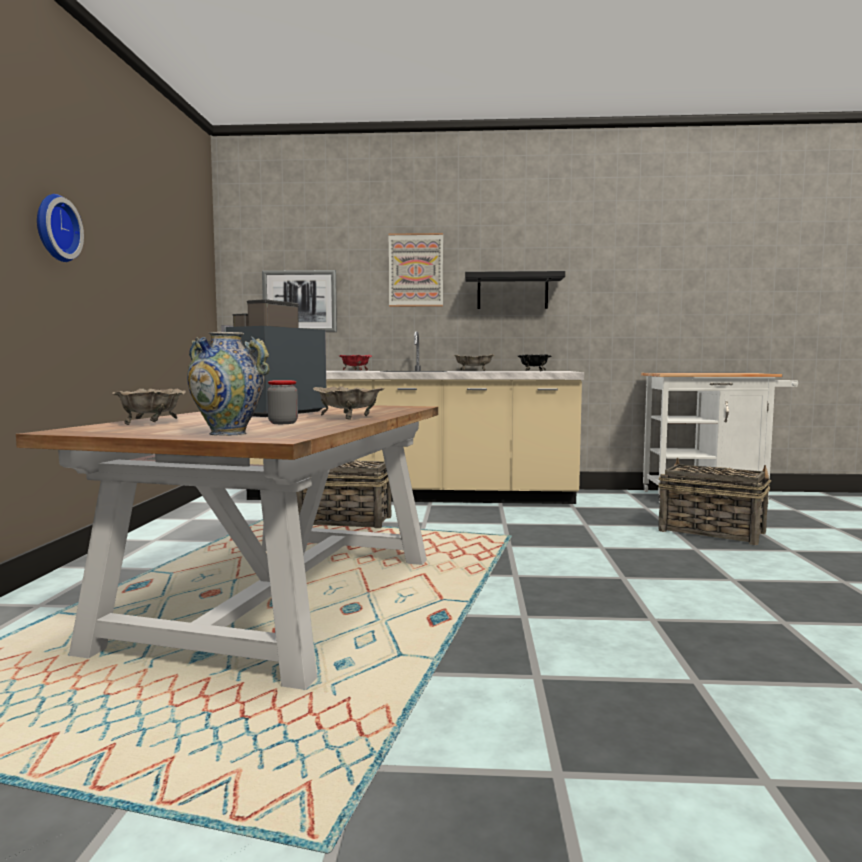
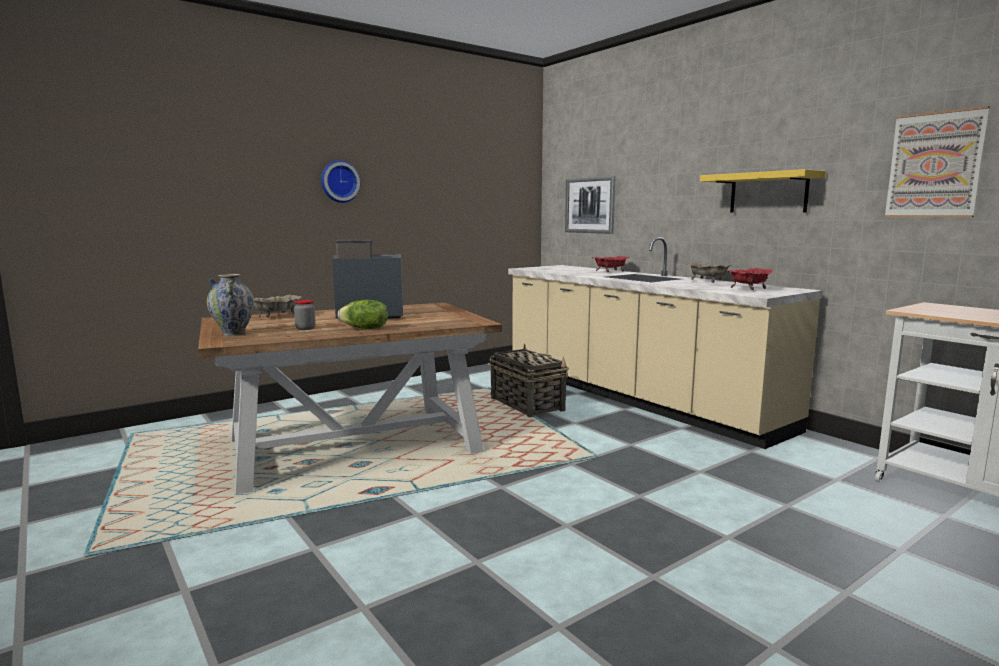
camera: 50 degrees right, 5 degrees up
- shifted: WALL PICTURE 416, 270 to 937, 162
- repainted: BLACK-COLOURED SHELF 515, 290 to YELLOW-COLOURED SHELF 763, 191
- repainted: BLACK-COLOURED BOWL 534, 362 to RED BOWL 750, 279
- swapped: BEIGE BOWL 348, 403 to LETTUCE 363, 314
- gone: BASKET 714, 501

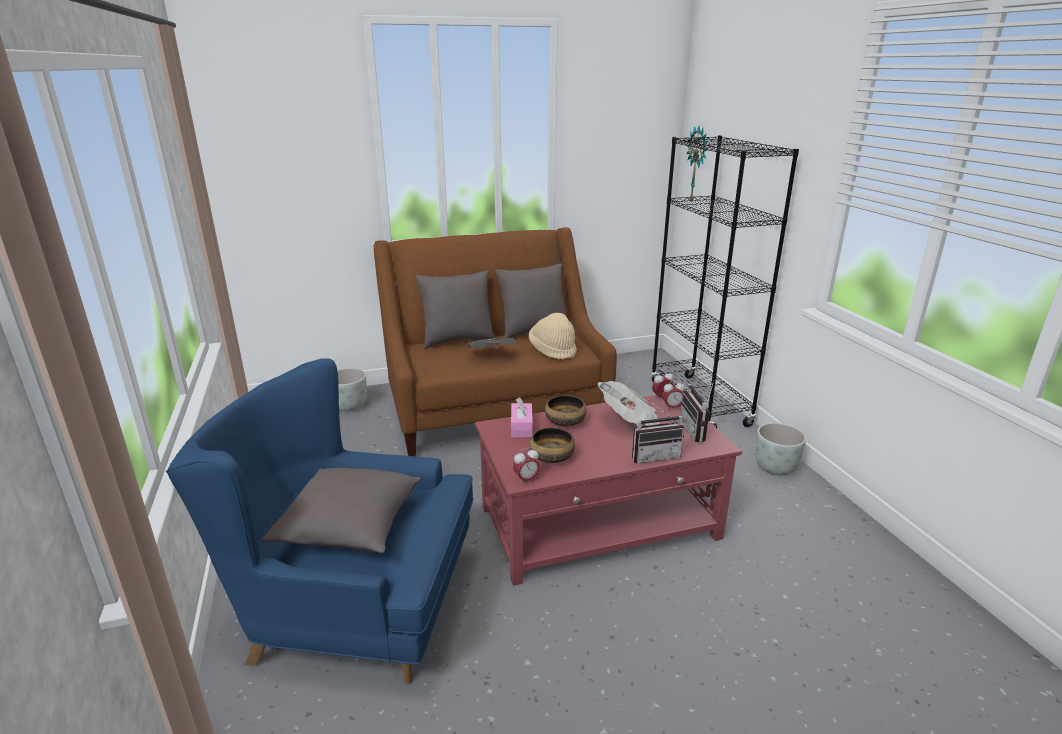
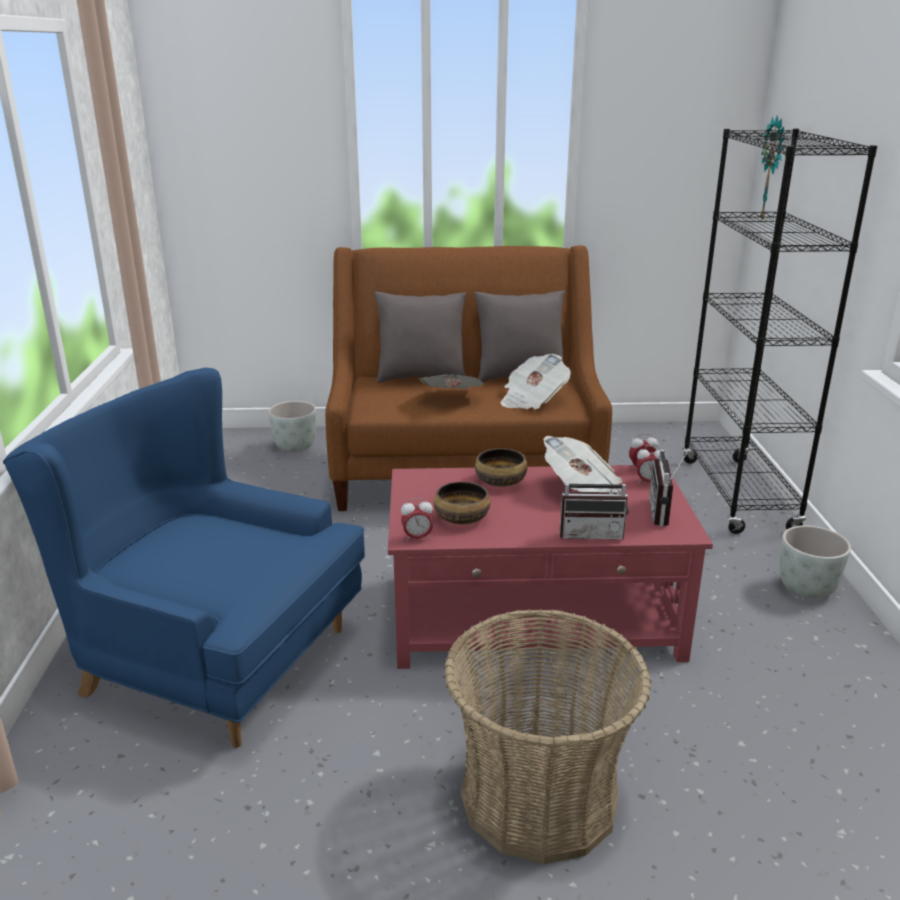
camera: 15 degrees right, 0 degrees up
- swapped: BEIGE CLOTHING HAT 553, 336 to PRINTED PAPER 535, 381
- gone: PINKISH TISSUE BOX 522, 417
- gone: GREYISH THROW PILLOW 341, 510
- new: BASKET 547, 736

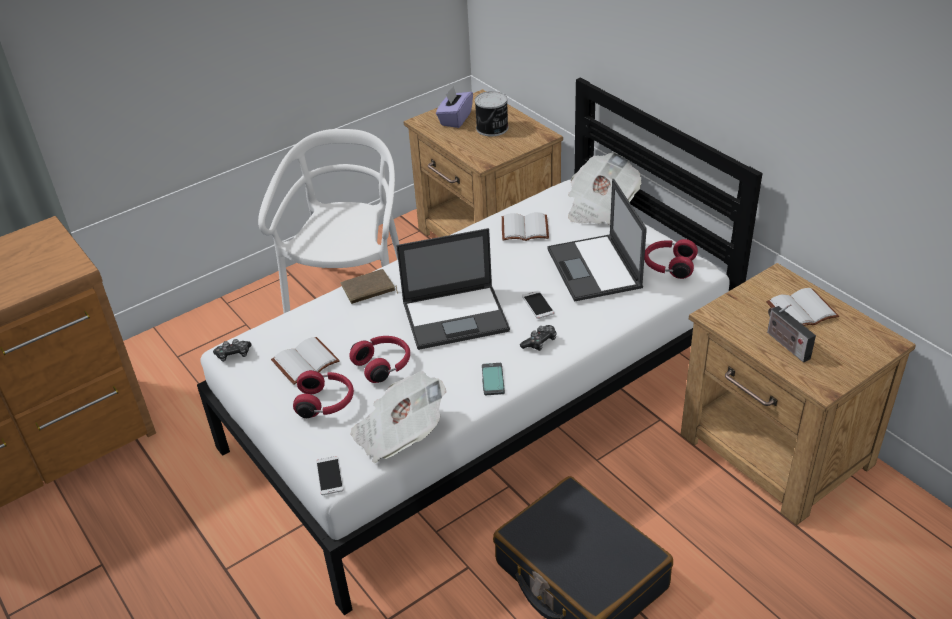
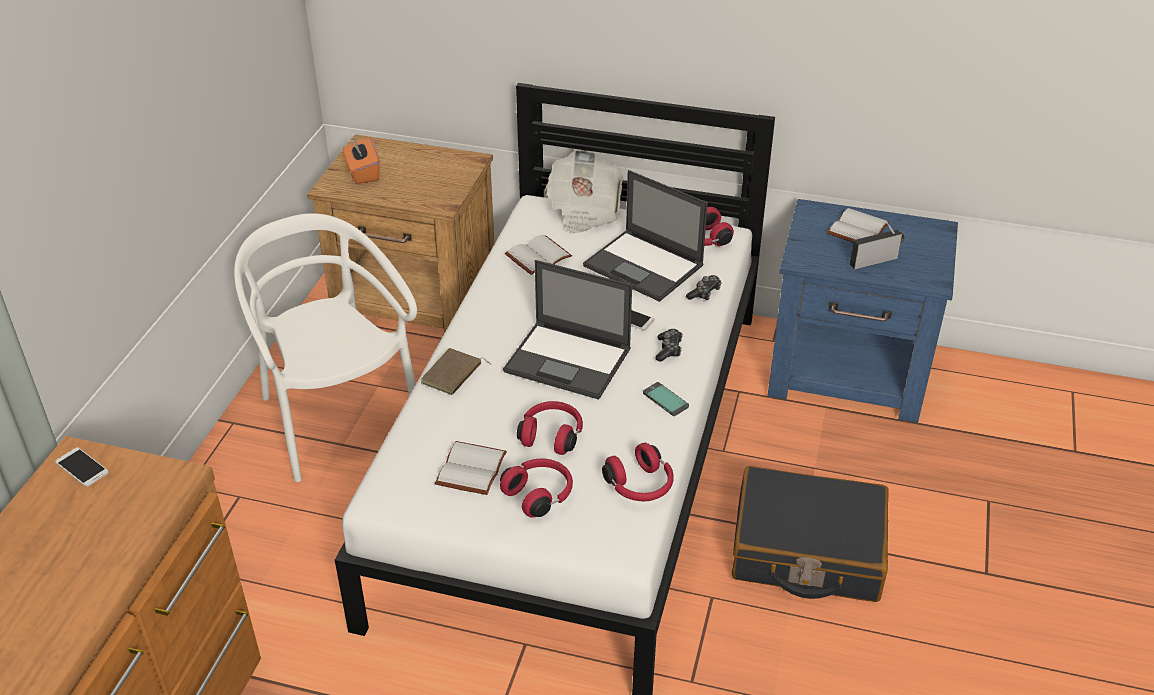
camera: 40 degrees left, 0 degrees up
- repainted: PURPLISH TISSUE BOX 454, 107 to ORANGE TISSUE BOX 361, 160
- gone: CAN 491, 113
- rotated: NOTEBOOK COMPUTER 453, 289 = 567, 330 75 degrees clockwise
- repainted: BROWNISH NIGHT TABLE 798, 394 to BLUISH NIGHT TABLE 862, 311
- rotated: RADIO SET 791, 333 = 877, 246 135 degrees clockwise
- shifted: JOYPAD 232, 350 to 704, 288
- swapped: PRINTED PAPER 398, 417 to RED HEADPHONES 638, 472
- shifted: PHONE 330, 475 to 82, 467

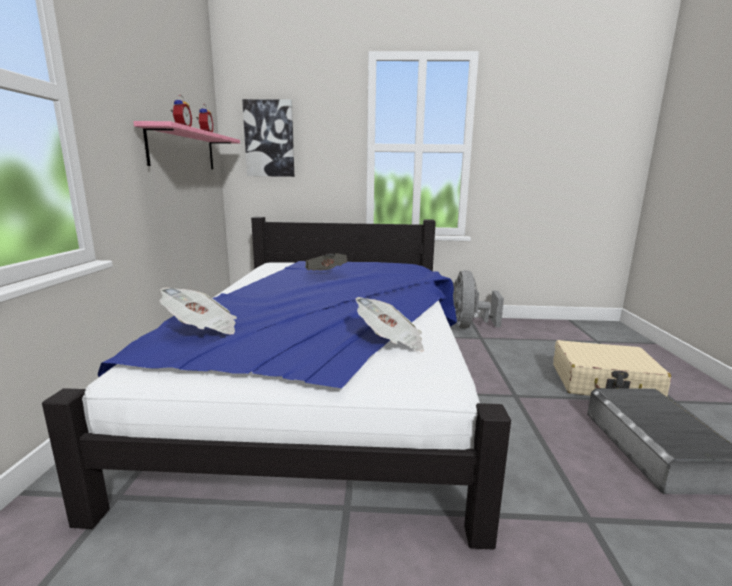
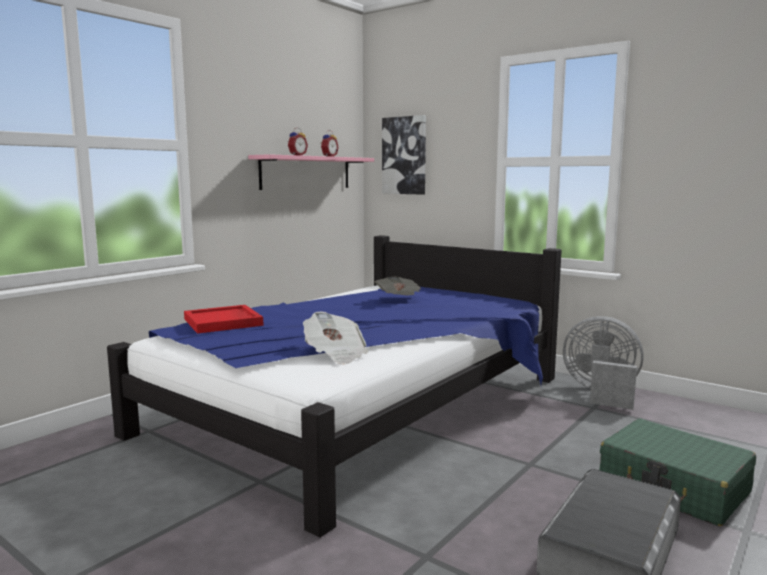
camera: 35 degrees right, 5 degrees down
- rotated: GREYISH ELECTRIC FAN 478, 299 = 603, 363 75 degrees clockwise
- swapped: PRINTED PAPER 198, 310 to RED CARRYING TRAY 224, 319
- repainted: BEIGE SUITCASE 612, 368 to GREENISH SUITCASE 677, 472

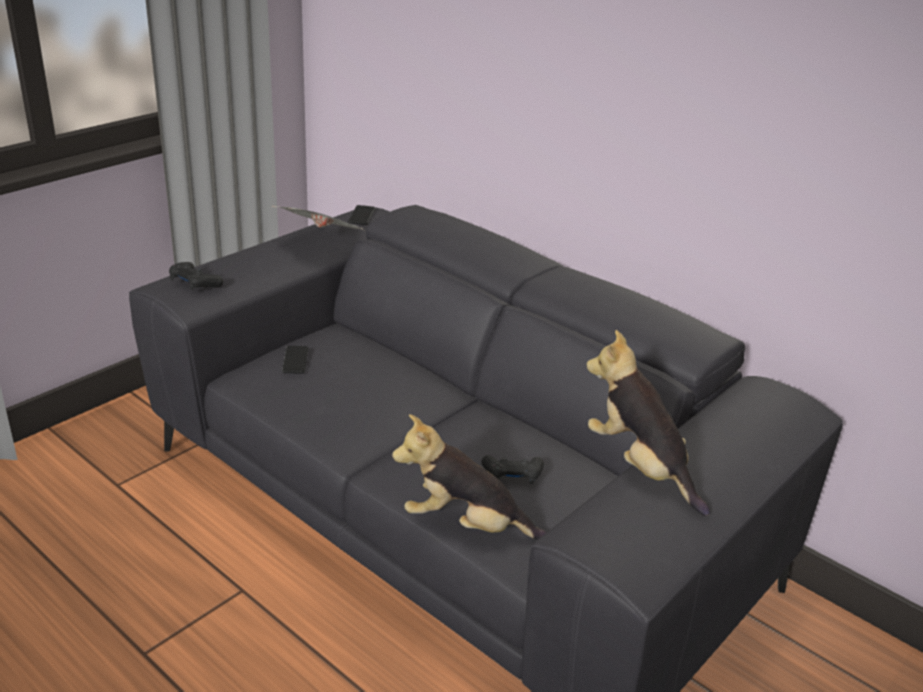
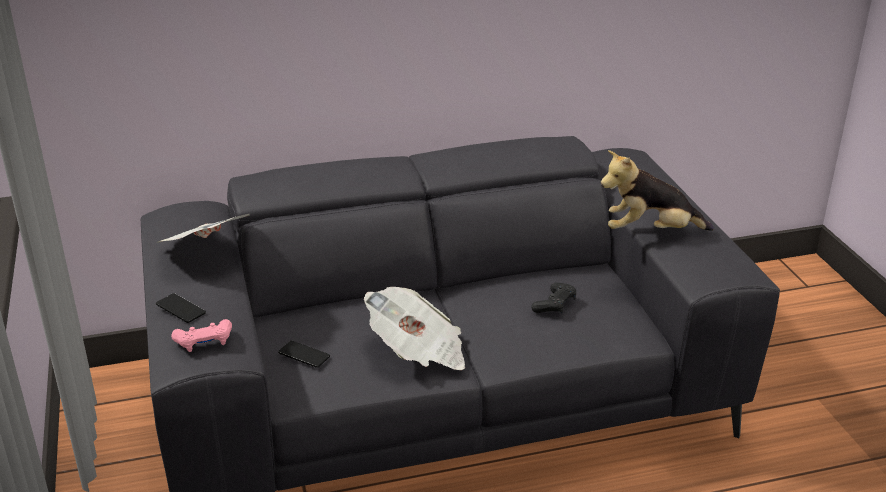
camera: 55 degrees left, 0 degrees up
- shifted: PHONE 361, 215 to 181, 308
- repainted: BLACK-COLOURED JOYPAD 196, 276 to PINKISH JOYPAD 201, 335
- gone: PLUSH TOY 469, 477
- new: PRINTED PAPER 414, 328

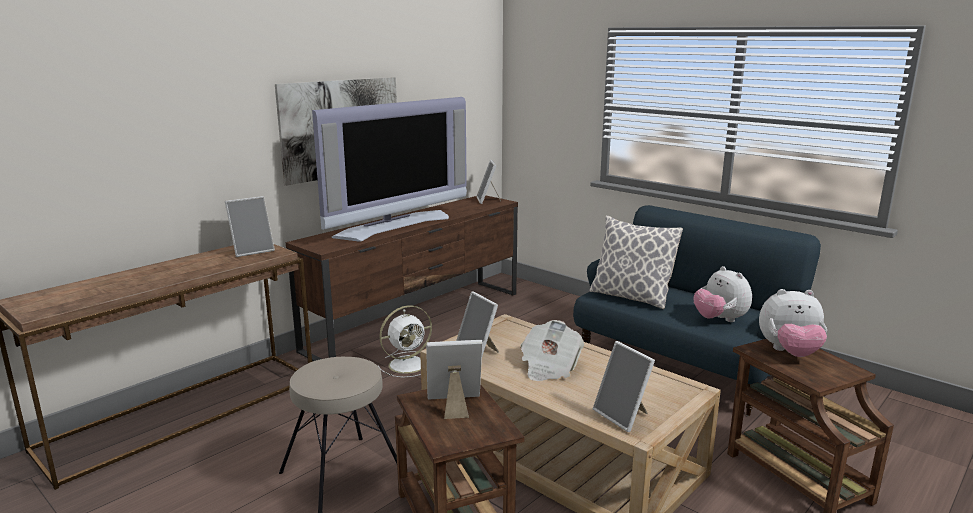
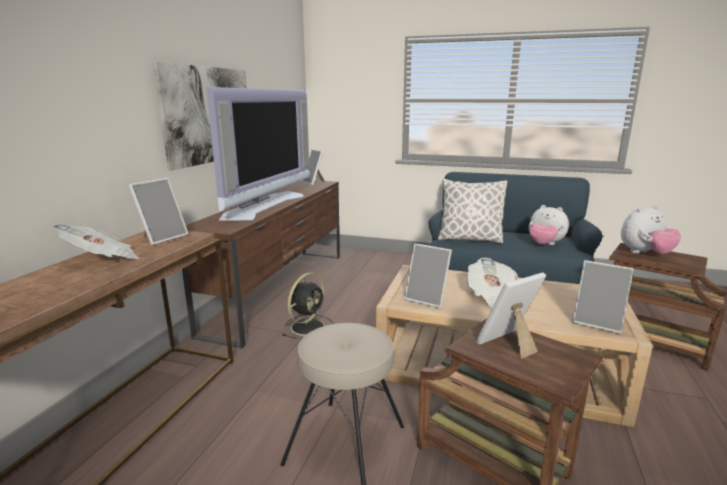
camera: 25 degrees left, 0 degrees up
- repainted: WHITE ELECTRIC FAN 405, 341 to BLACK-COLOURED ELECTRIC FAN 307, 306
- new: PRINTED PAPER 95, 241

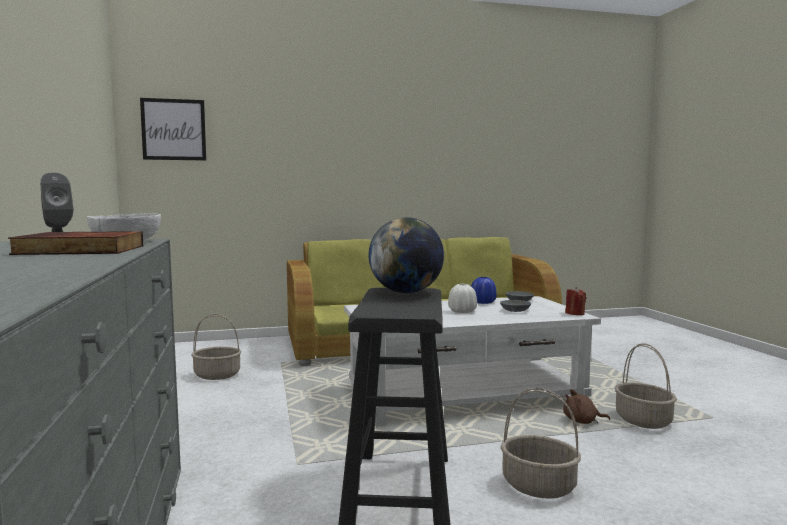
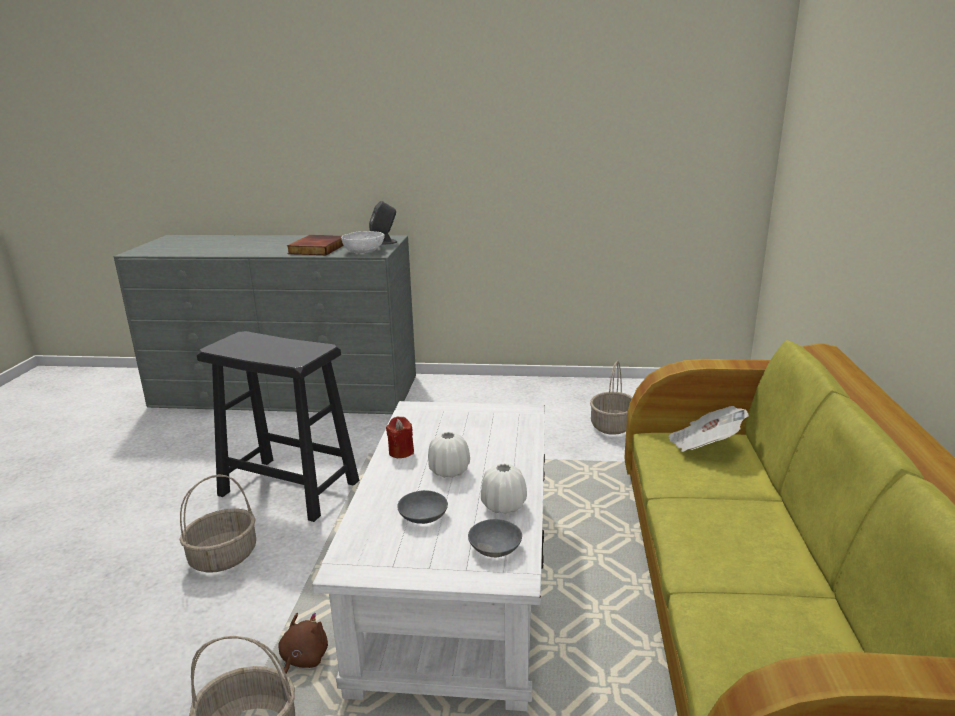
camera: 110 degrees right, 15 degrees up
- gone: WALL PICTURE 173, 129
- gone: GLOBE 406, 255
- repainted: BLUISH FLOWER VASE 484, 290 to WHITE FLOWER VASE 504, 488
- shifted: RED WAX CANDLE 575, 301 to 400, 437
- new: PRINTED PAPER 708, 429

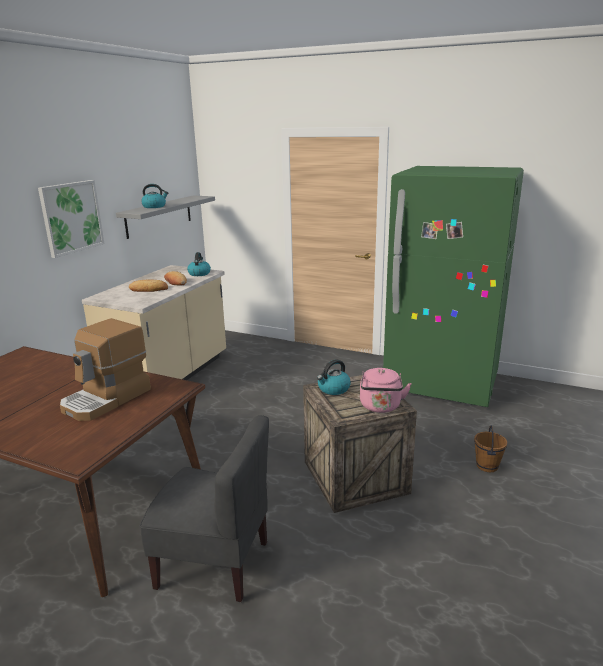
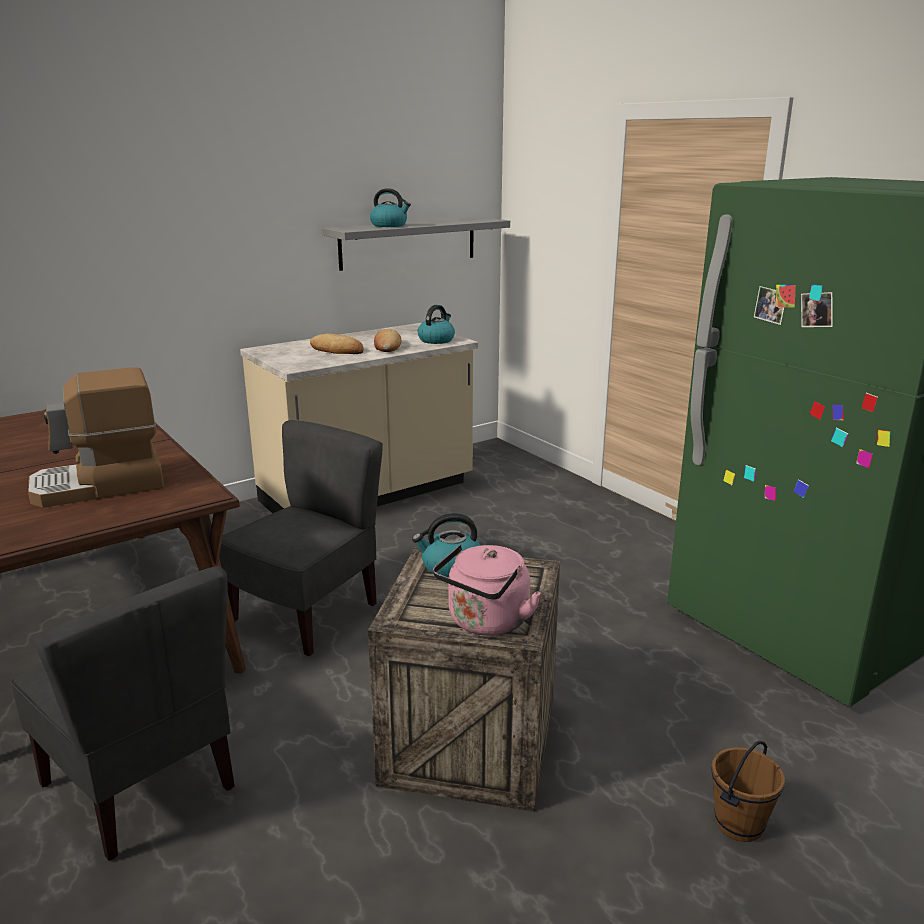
camera: 30 degrees right, 0 degrees up
- gone: WALL PICTURE 71, 219
- new: GREYISH PLAIN CHAIR 301, 538

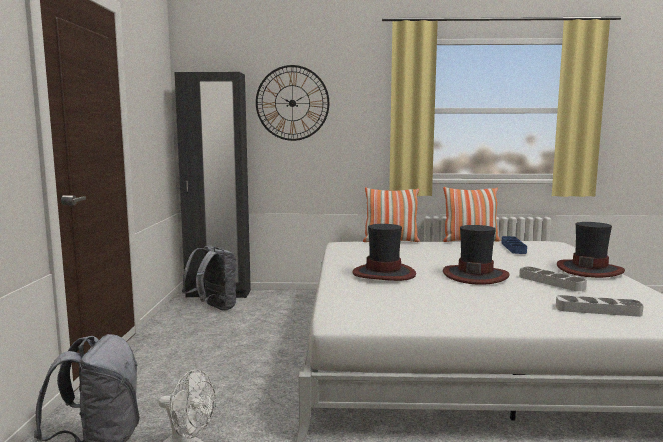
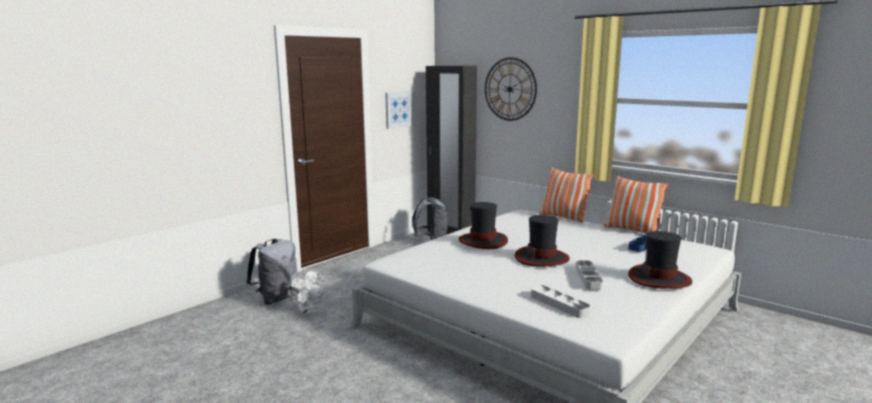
camera: 40 degrees right, 5 degrees up
- new: WALL PICTURE 399, 110

